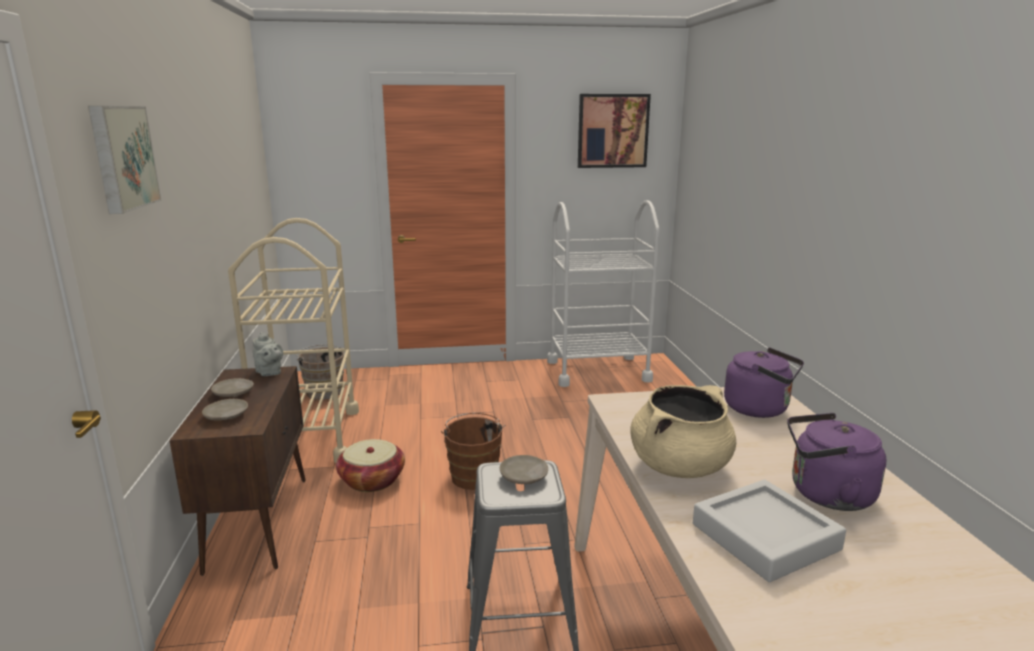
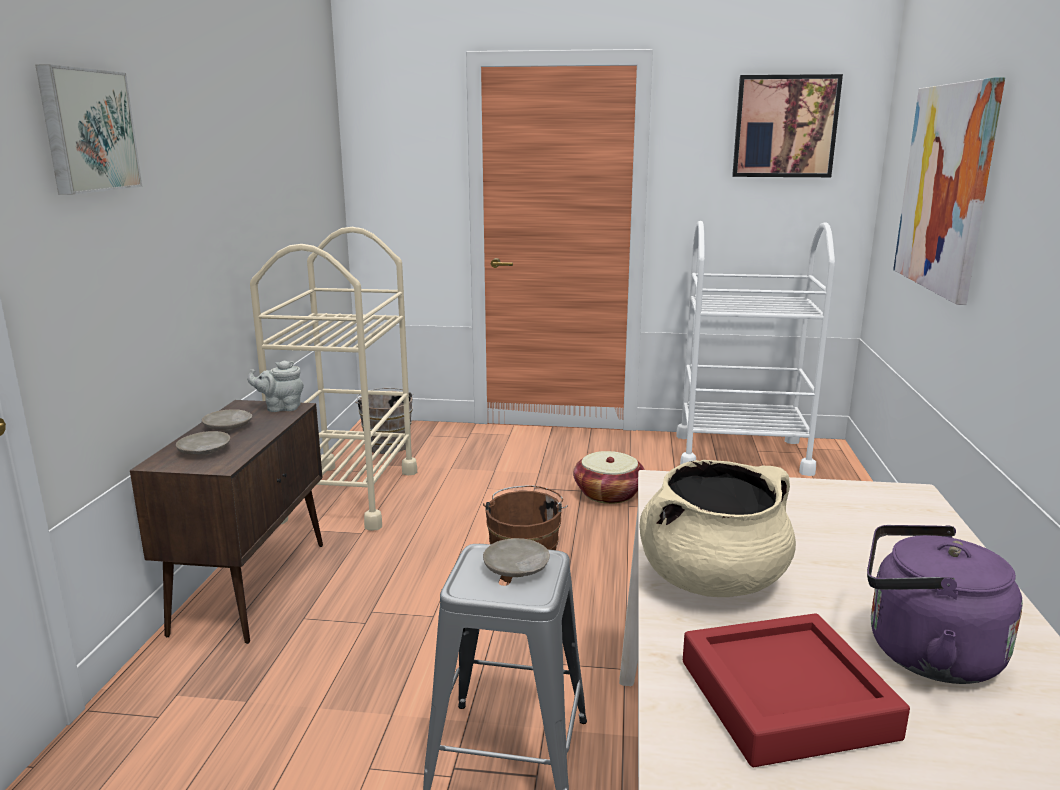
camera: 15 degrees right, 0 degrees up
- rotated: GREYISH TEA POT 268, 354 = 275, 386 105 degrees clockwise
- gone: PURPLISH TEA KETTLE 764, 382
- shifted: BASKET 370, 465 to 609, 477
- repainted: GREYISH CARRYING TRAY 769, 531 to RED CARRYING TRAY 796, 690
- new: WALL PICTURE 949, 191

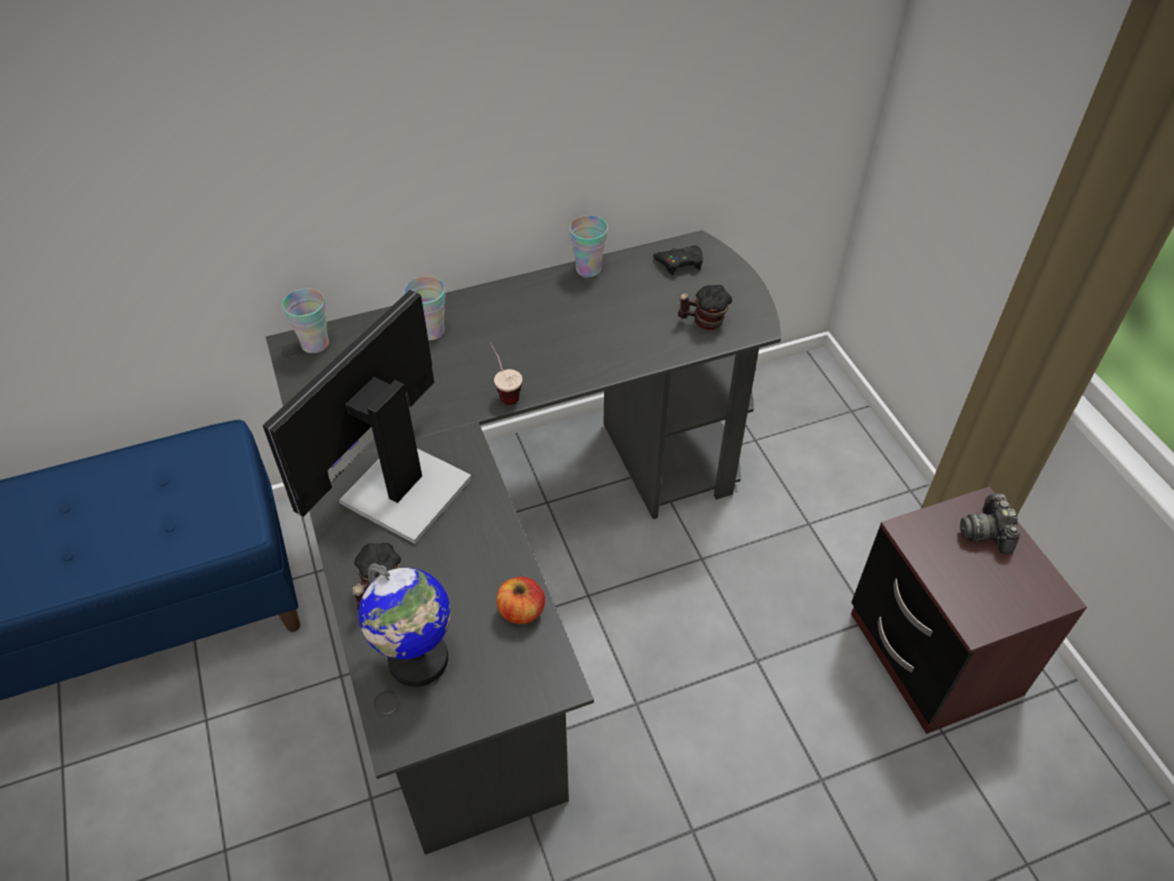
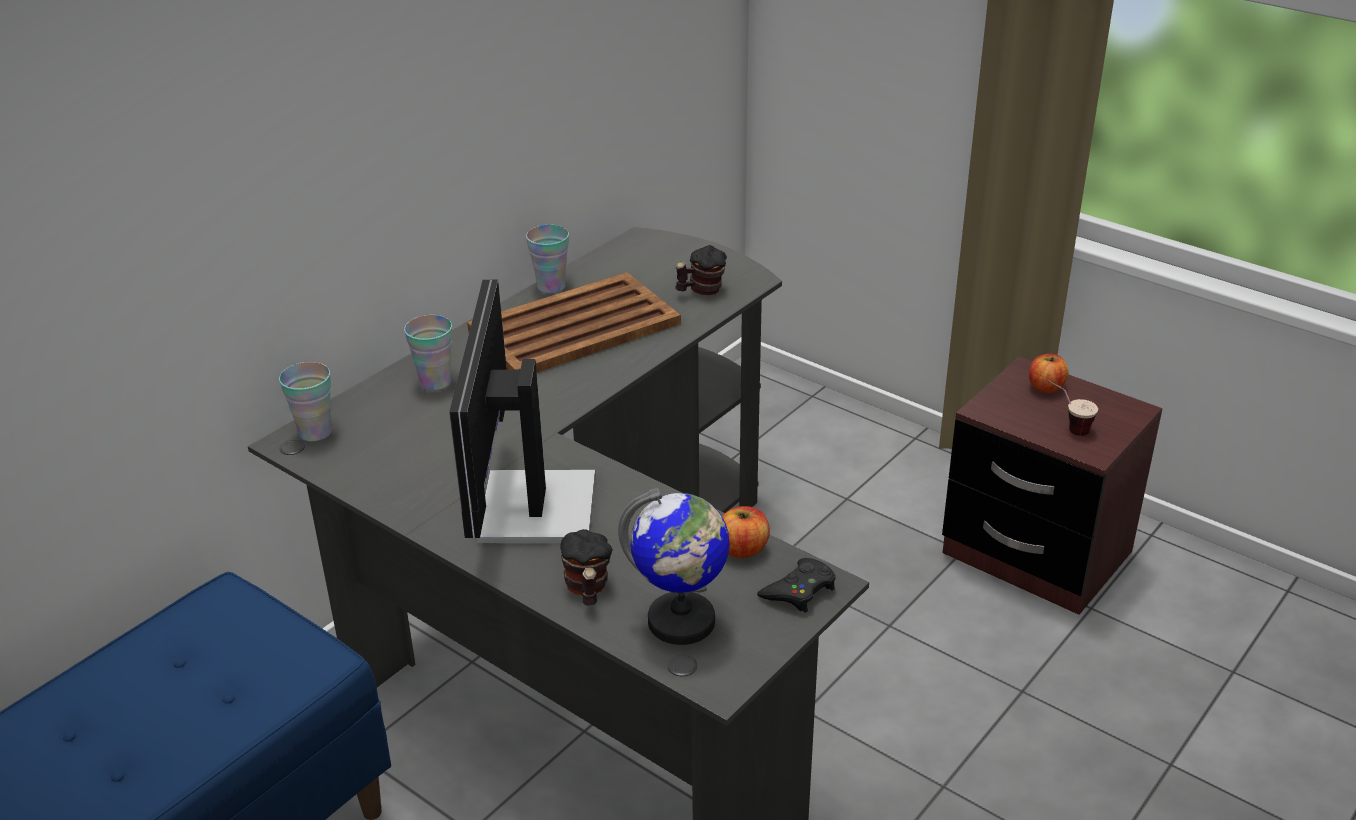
camera: 30 degrees left, 15 degrees down
- shifted: BLACK-COLOURED JOYPAD 678, 260 to 796, 585
- shifted: CUP 506, 373 to 1073, 408
- swapped: STILL CAMERA 990, 523 to APPLE 1049, 373
- new: BROWNISH CARRYING TRAY 574, 322

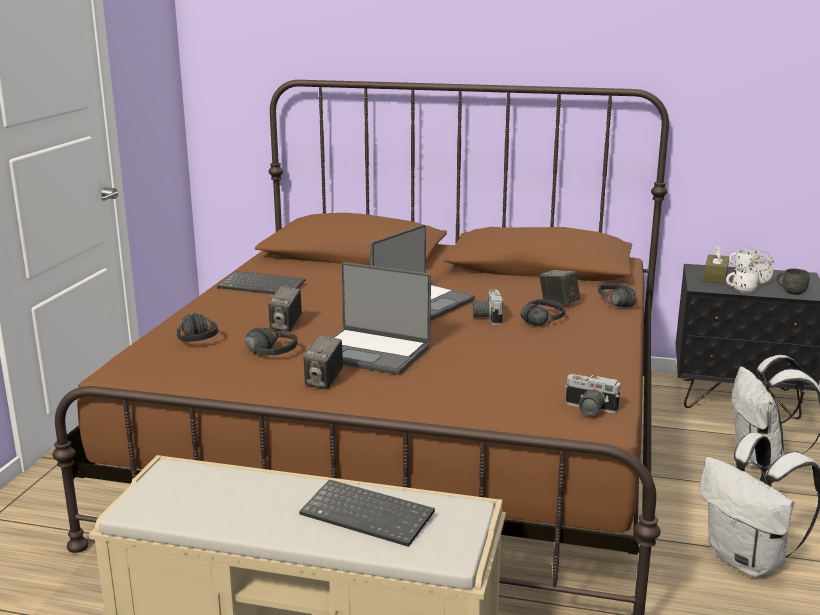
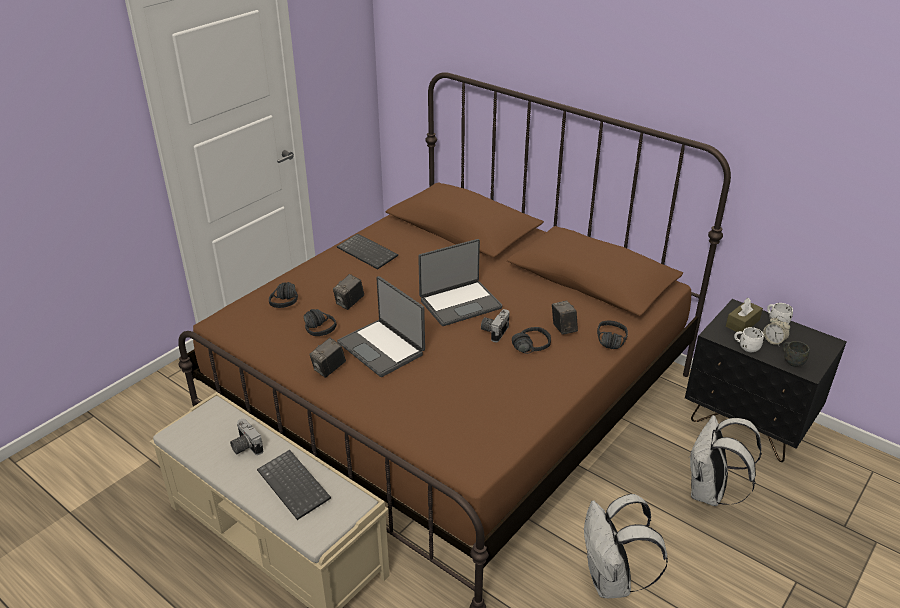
camera: 25 degrees right, 15 degrees up
- shifted: STILL CAMERA 592, 395 to 246, 437

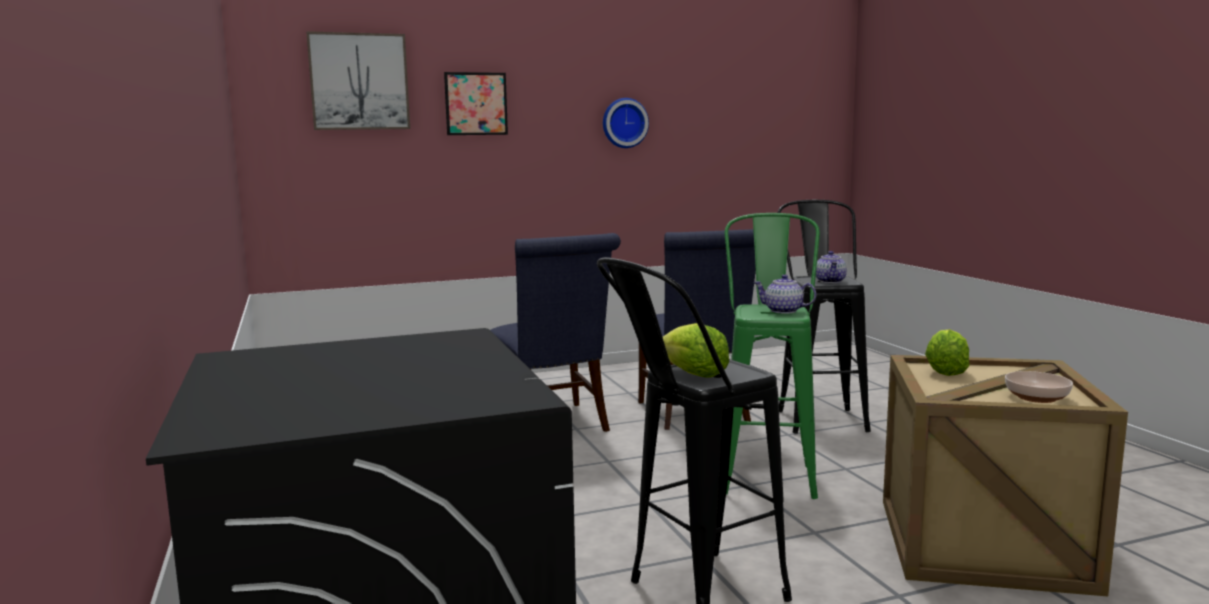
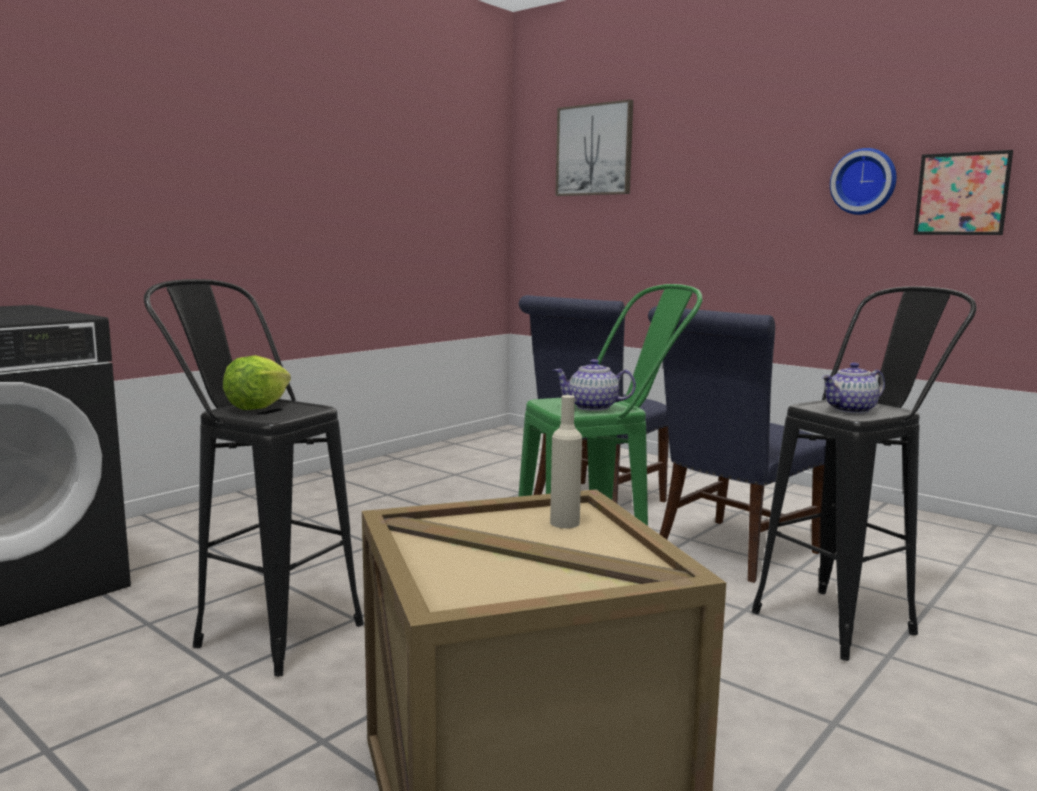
camera: 60 degrees right, 0 degrees up
- shifted: WALL PICTURE 476, 103 to 963, 192
- rotated: TEA POT 784, 294 = 594, 385 75 degrees counterclockwise
- swapped: LETTUCE 947, 352 to BEIGE DRINK BOTTLE 566, 461
- gone: BOWL 1039, 387

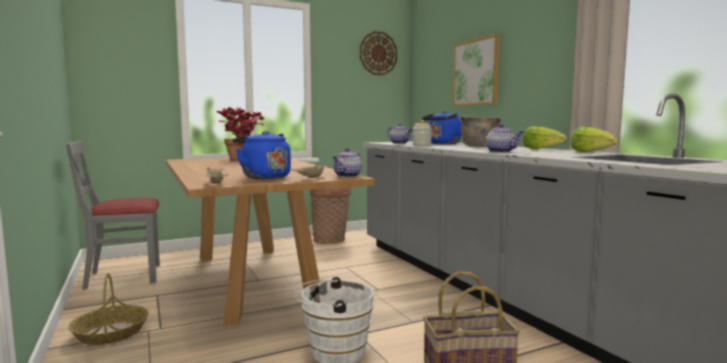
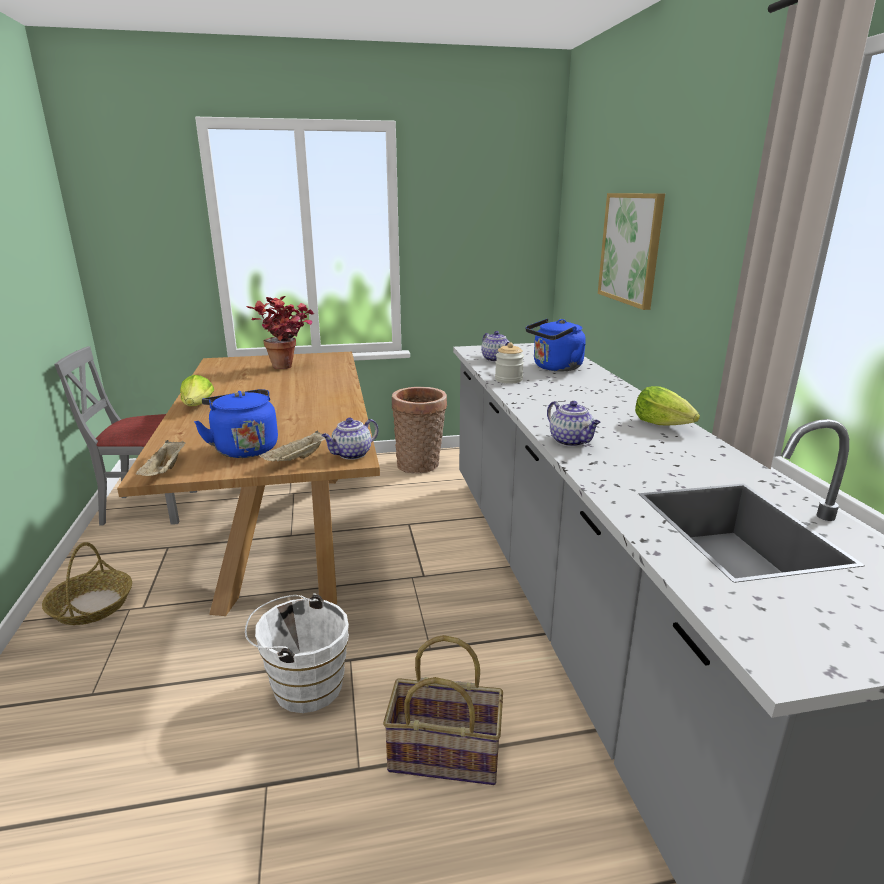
camera: 15 degrees right, 15 degrees up
- gone: WALL CLOCK 378, 53
- gone: BROWNISH COOKING POT 481, 131
- shifted: LETTUCE 594, 139 to 197, 390

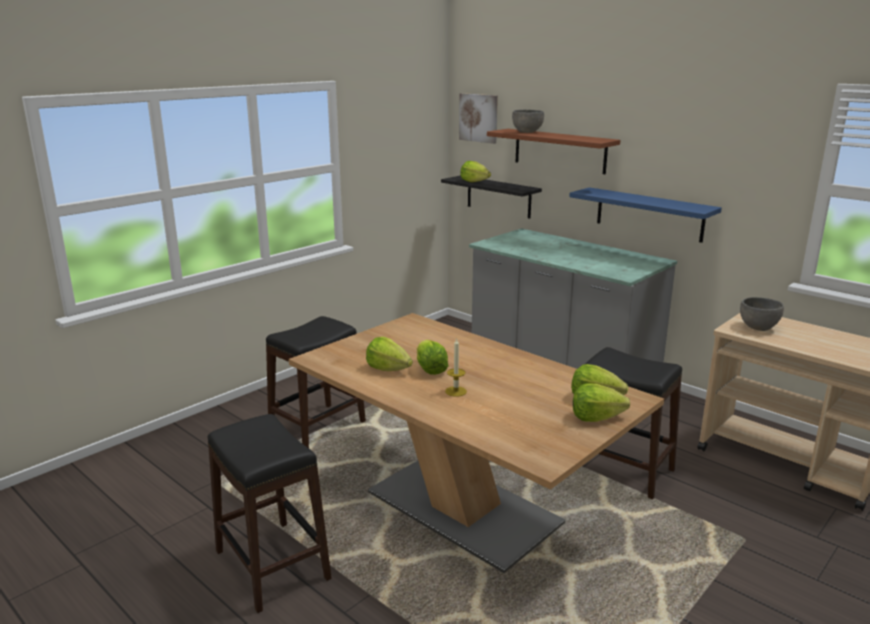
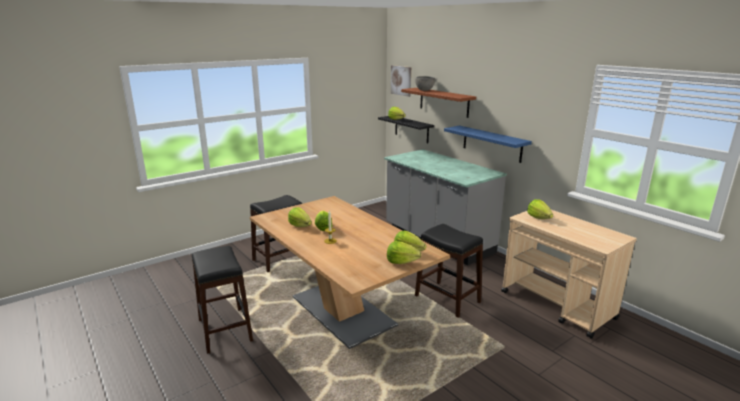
camera: 10 degrees right, 0 degrees up
- swapped: GREYISH BOWL 762, 314 to LETTUCE 540, 209

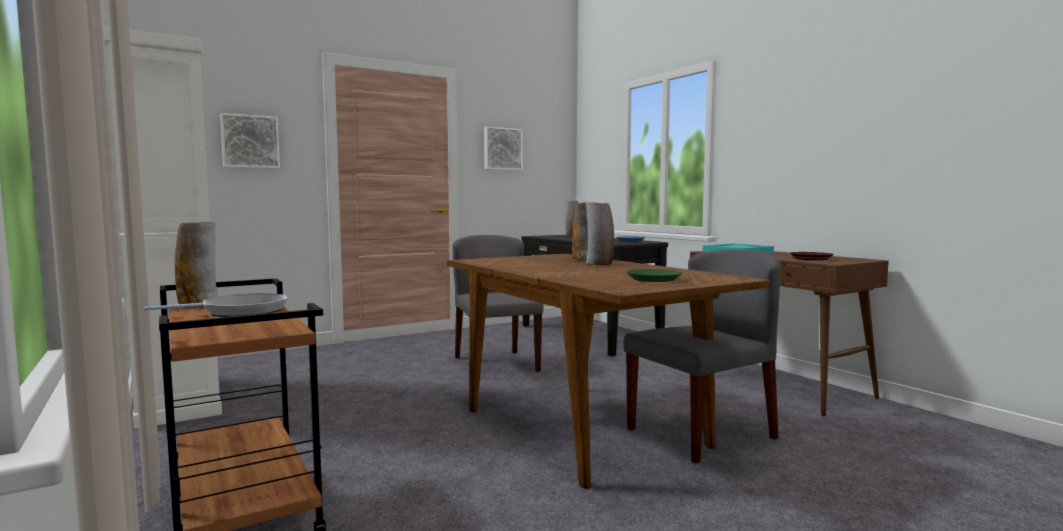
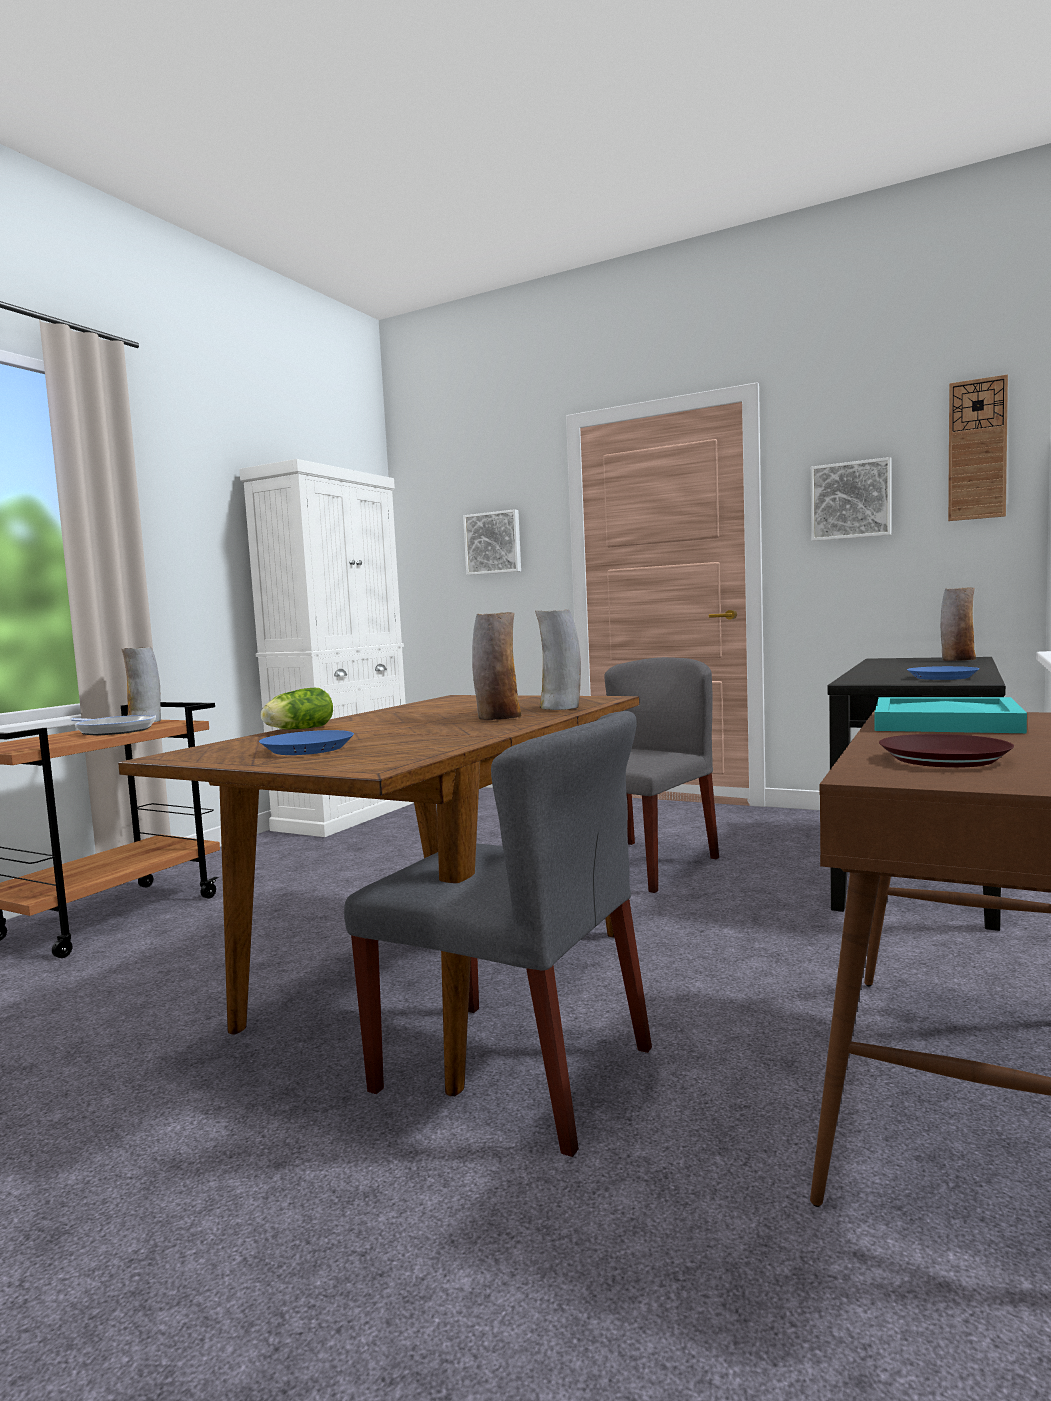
camera: 60 degrees right, 0 degrees up
- repainted: GREENISH DINNER PLATE 654, 275 to BLUISH DINNER PLATE 306, 742
- new: WALL CLOCK 978, 447
- new: LETTUCE 297, 709

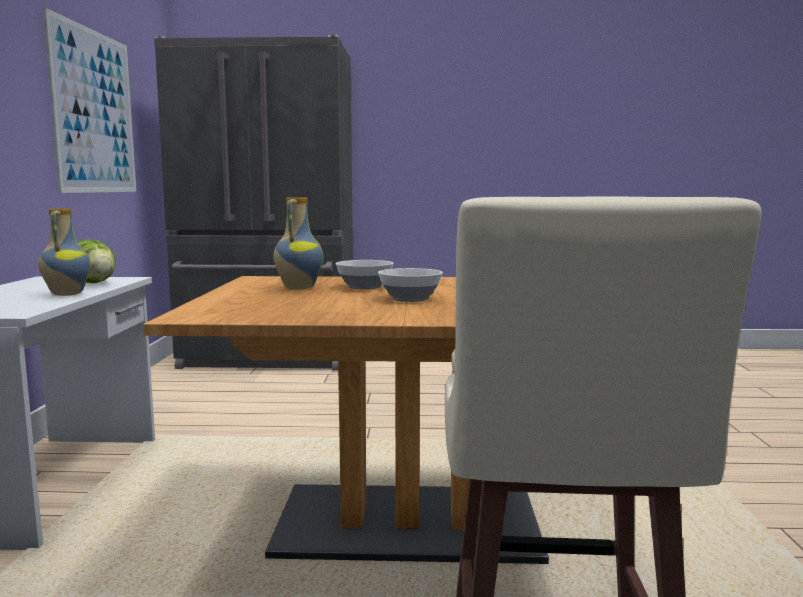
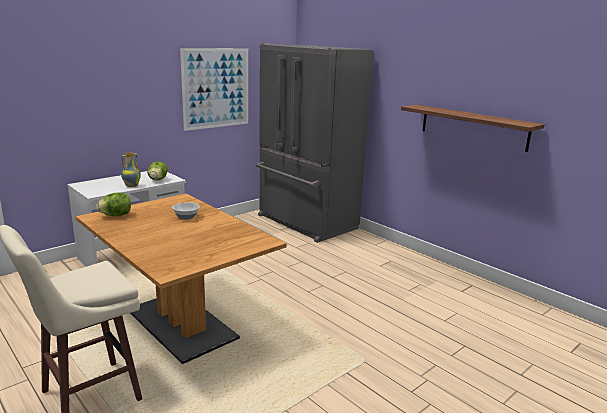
camera: 45 degrees right, 10 degrees up
- gone: FLOWER VASE 298, 243
- gone: BOWL 410, 285
- new: SHELF 473, 128
- new: LETTUCE 113, 204

